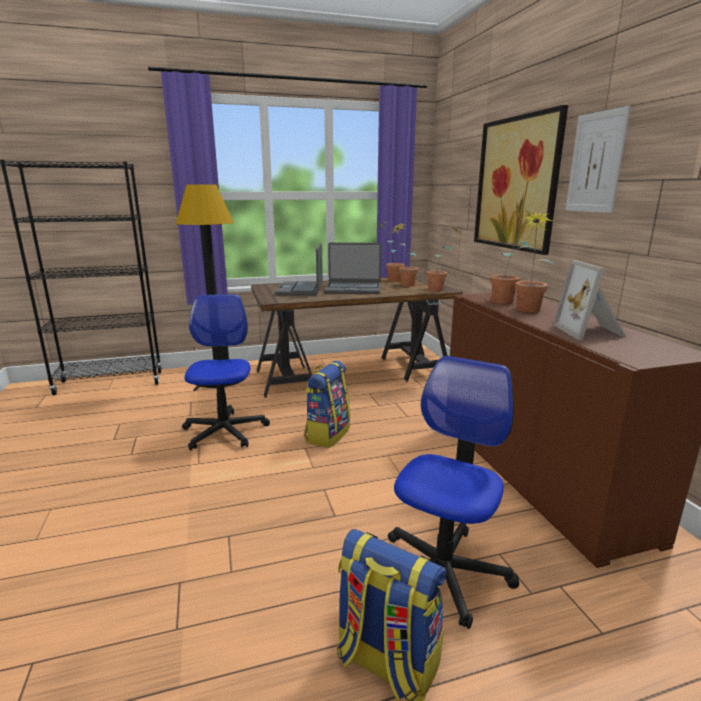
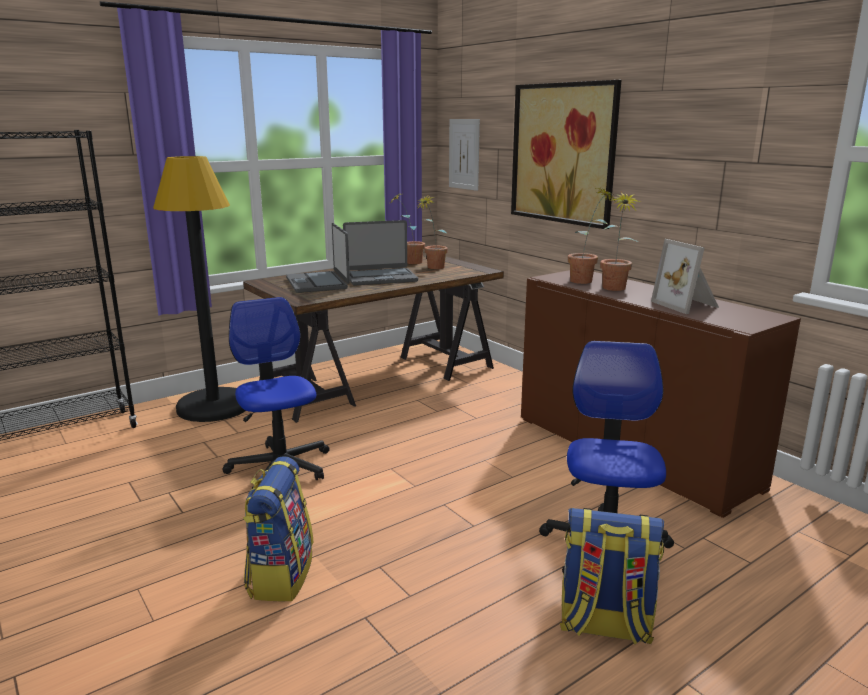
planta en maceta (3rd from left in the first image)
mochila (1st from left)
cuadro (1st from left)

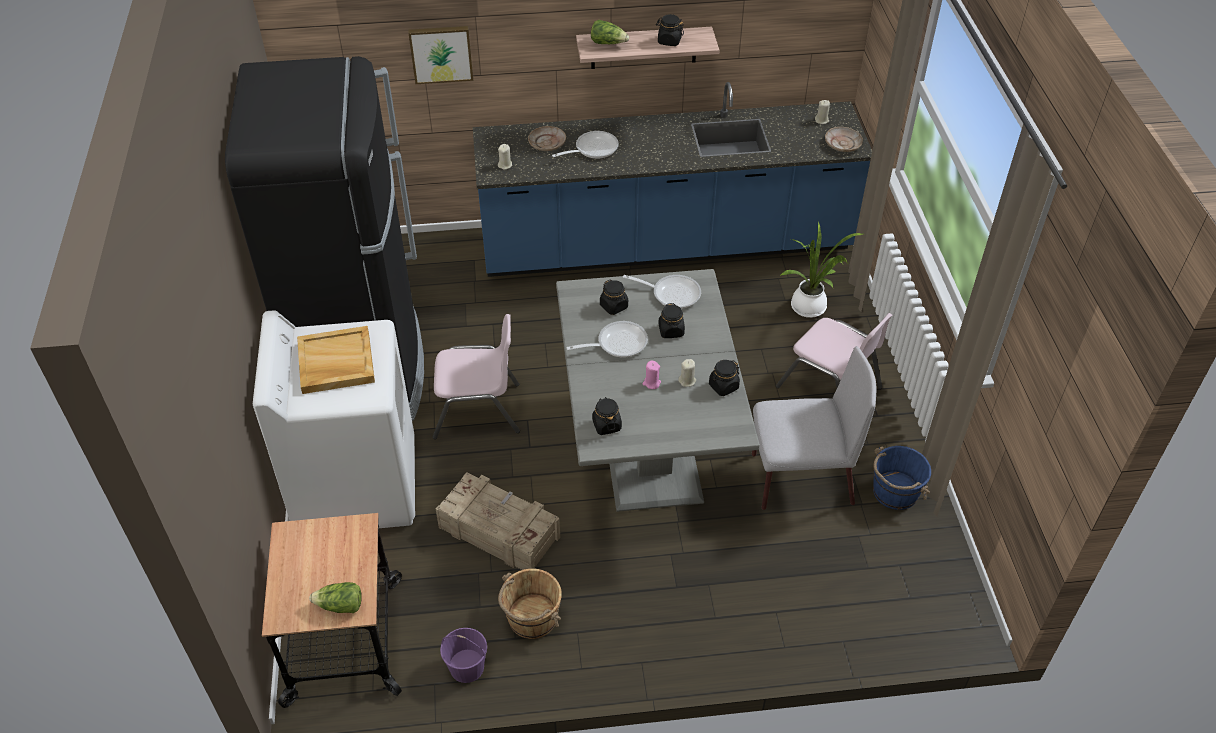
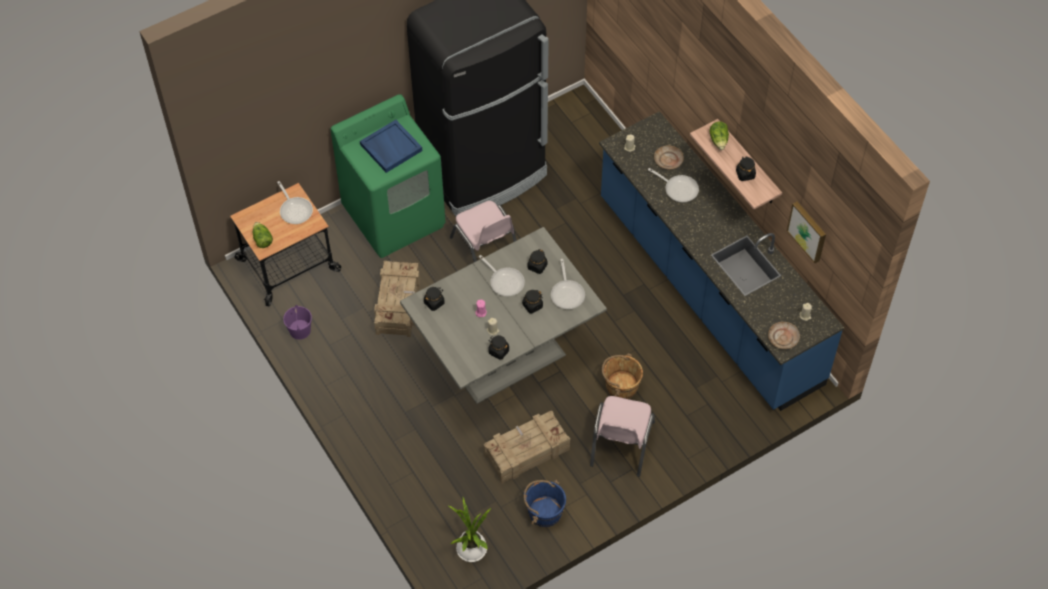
sartén (1st from left)
cuadro
cubo [marrón]
planta en maceta
caja de embalaje (2nd from left)
lavadora [verde]
bandeja [azul]

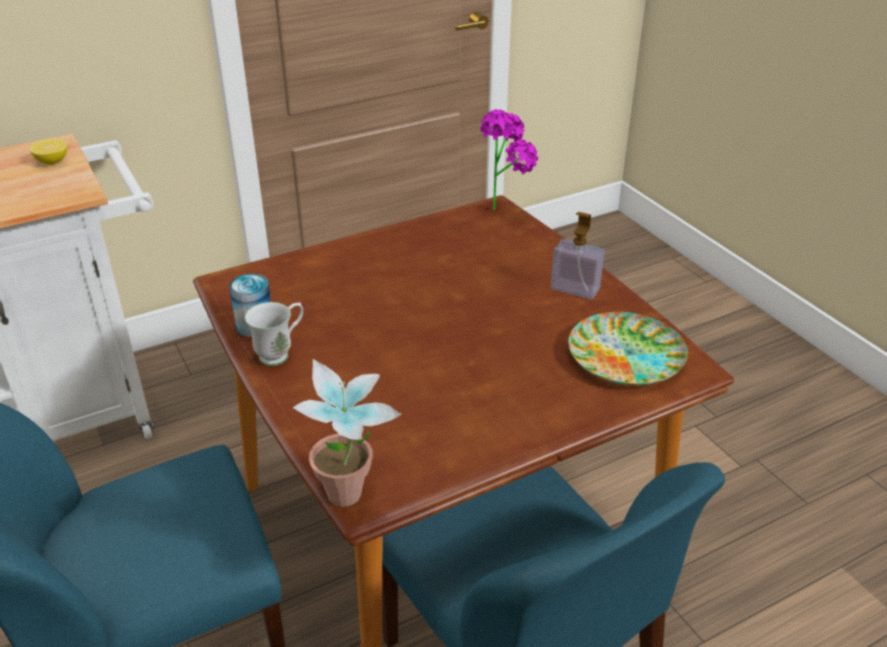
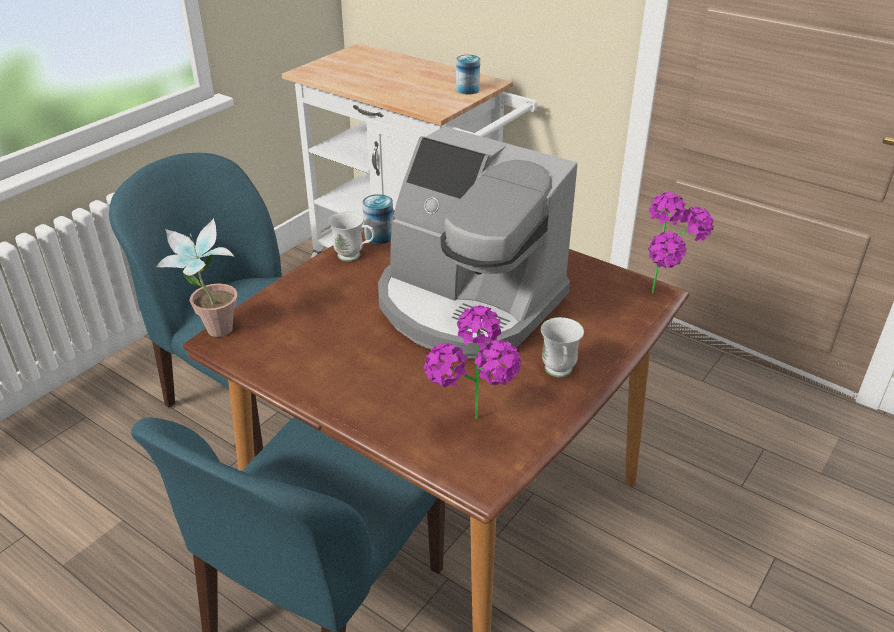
cafetera
lata (2nd from left)
taza grande [blanco] (2nd from left)
planta en maceta (2nd from left)

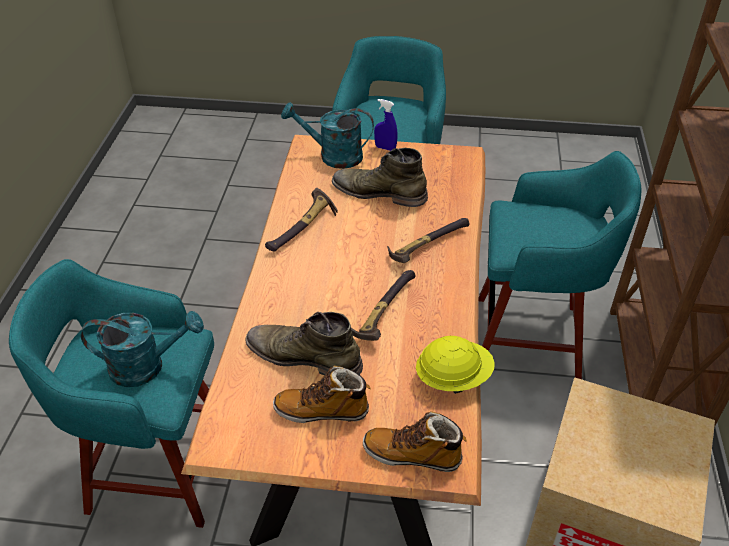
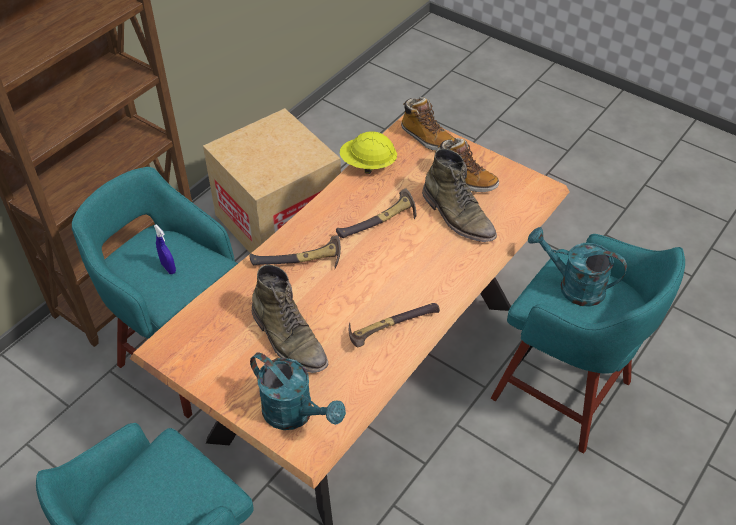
pulverizador [azul]

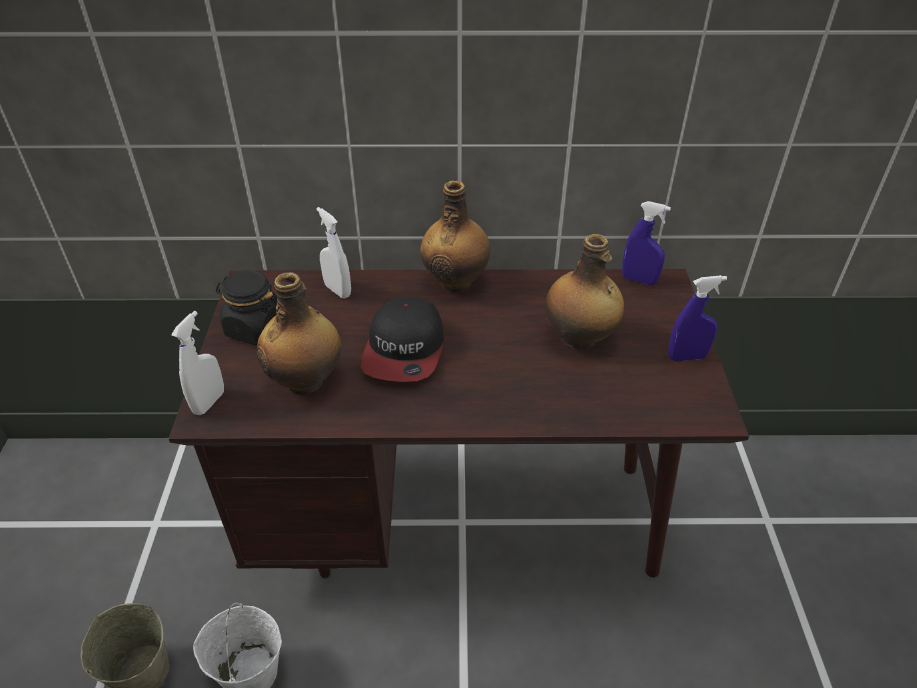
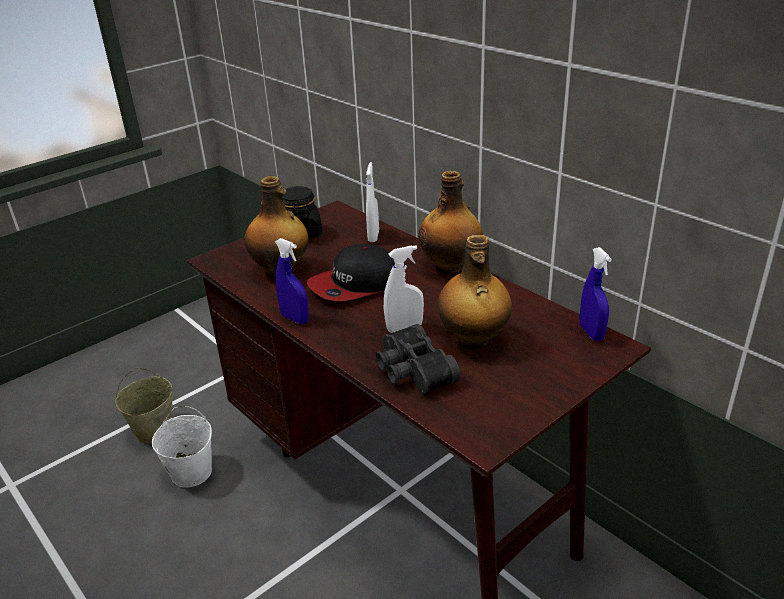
prismáticos [negro]
pulverizador [blanco] (2nd from left)
pulverizador [azul] (1st from left)

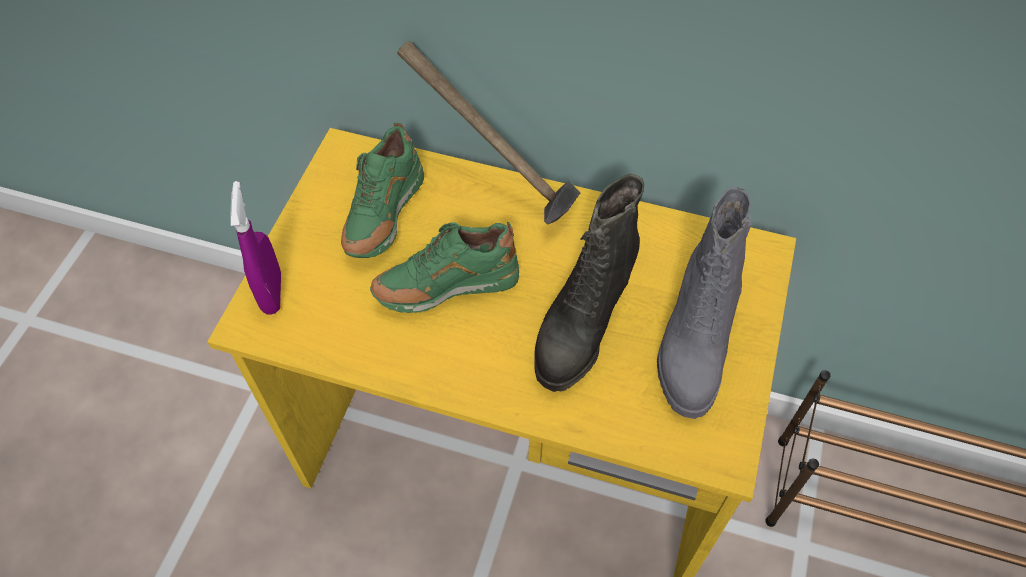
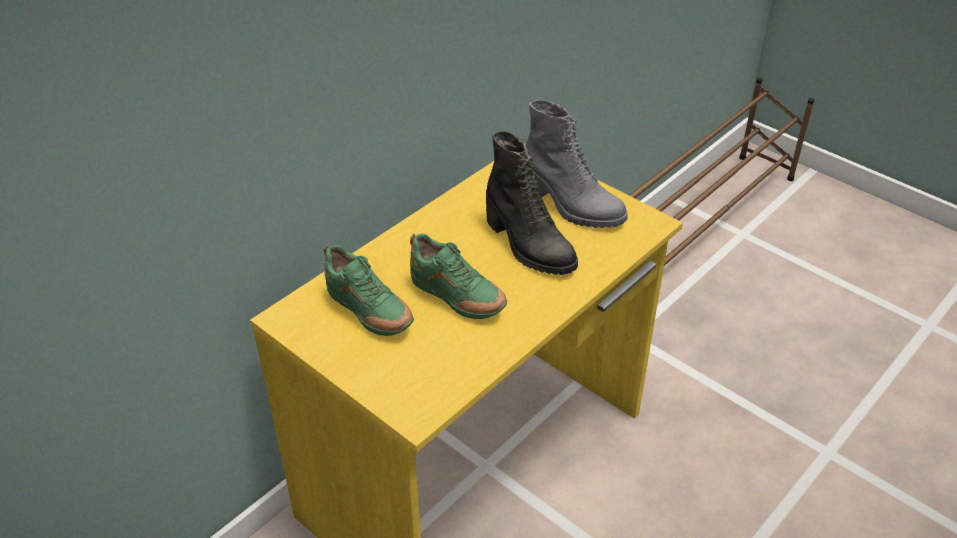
pulverizador [morado]
martillo
zapato [verde] (2nd from left)

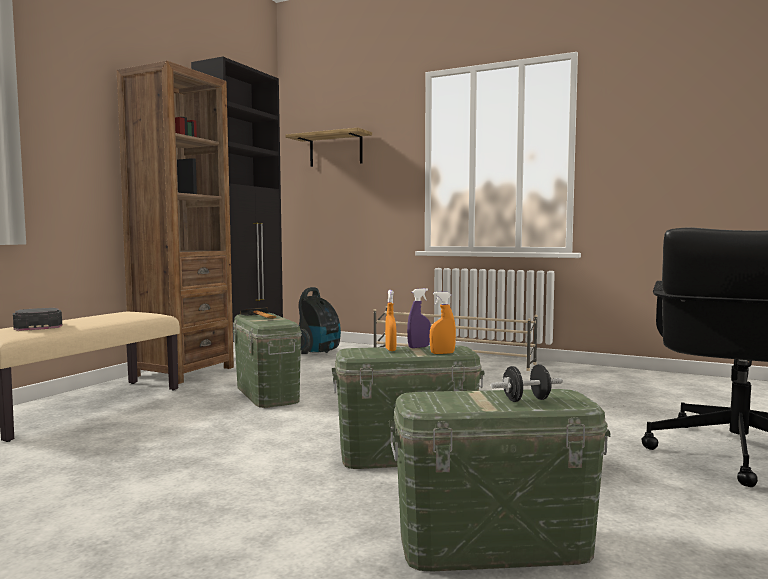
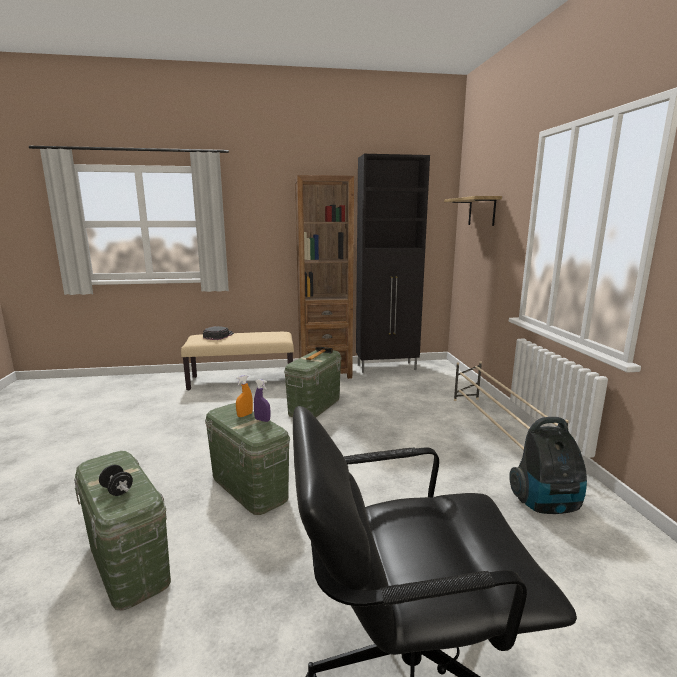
pulverizador [naranja] (2nd from left in the first image)
aspiradora

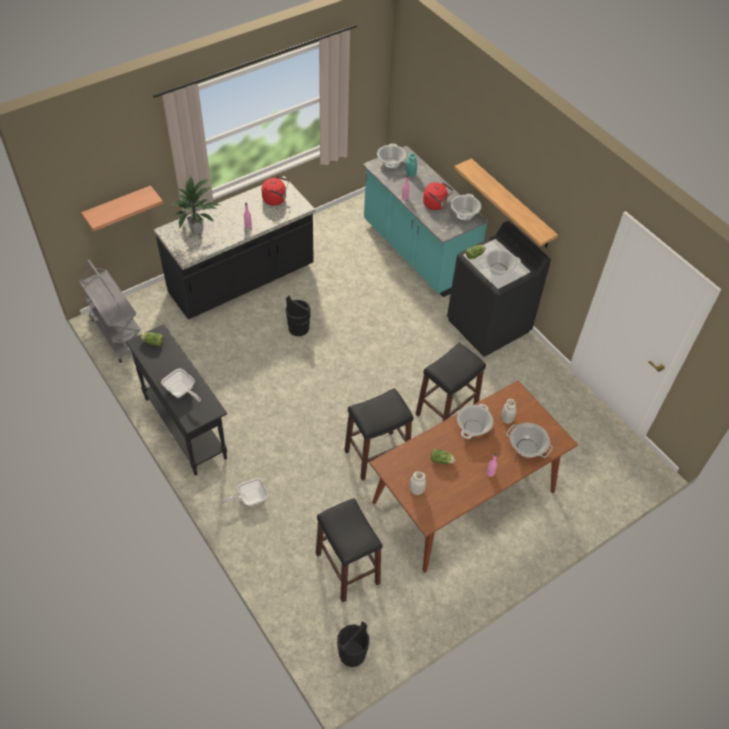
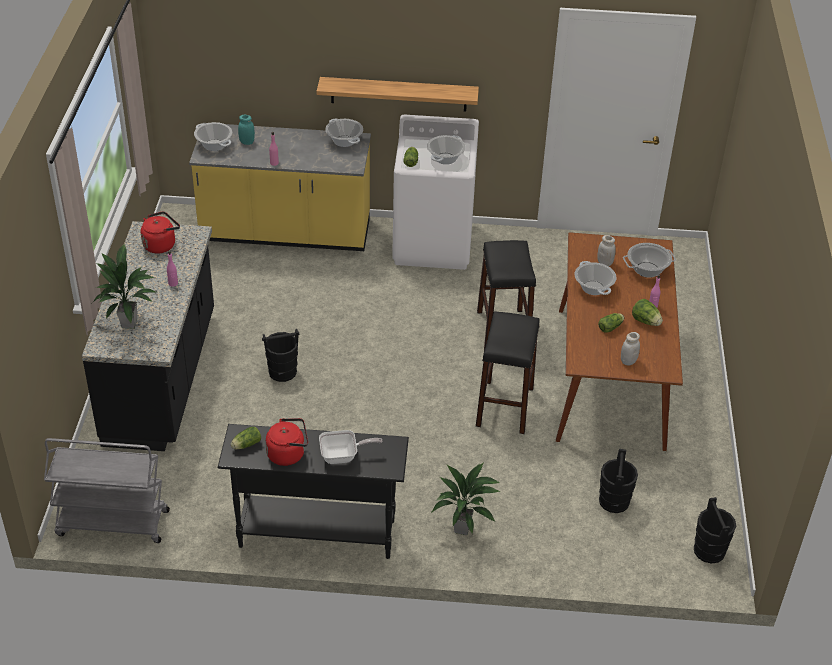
estante (1st from left in the first image)
lechuga (4th from left)
hervidor [rojo] (2nd from left)
planta en maceta (2nd from left)
cubo [negro] (2nd from left)
mueble bajo de cocina [amarillo]
lavadora [blanco]

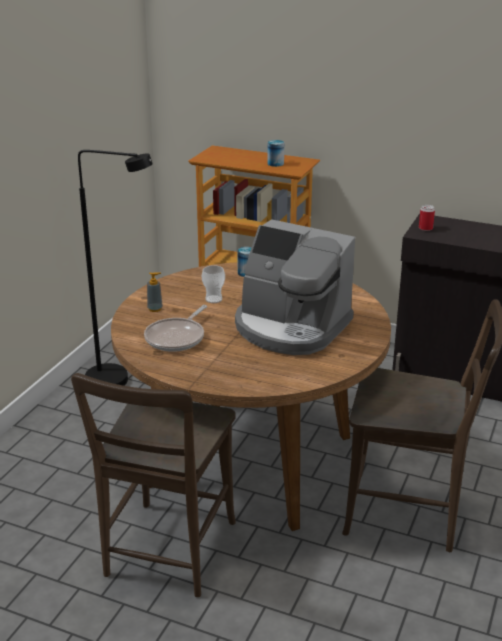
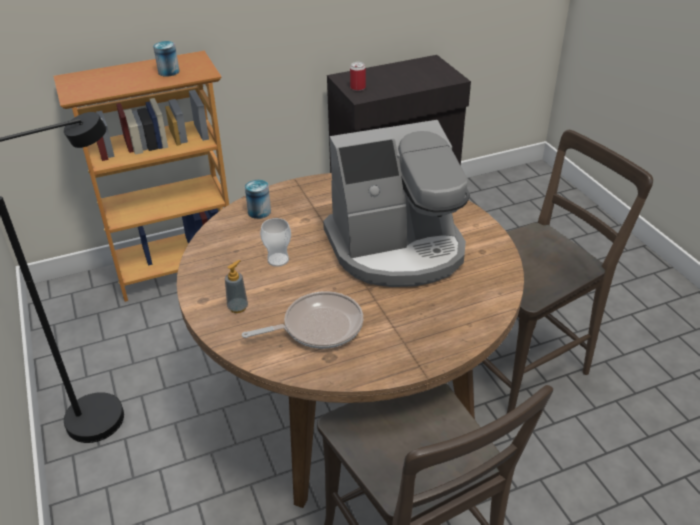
sartén

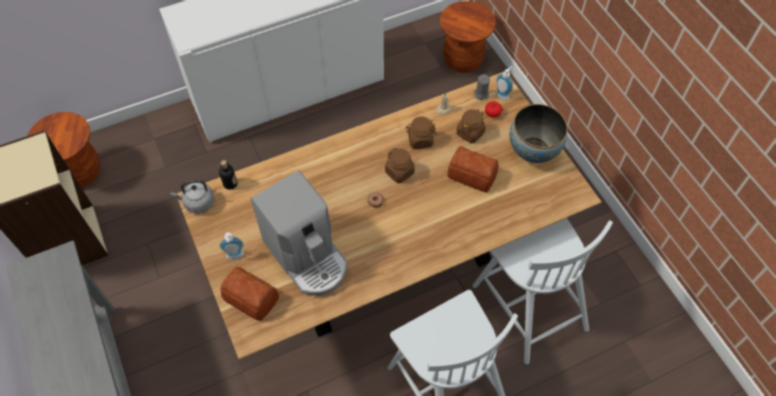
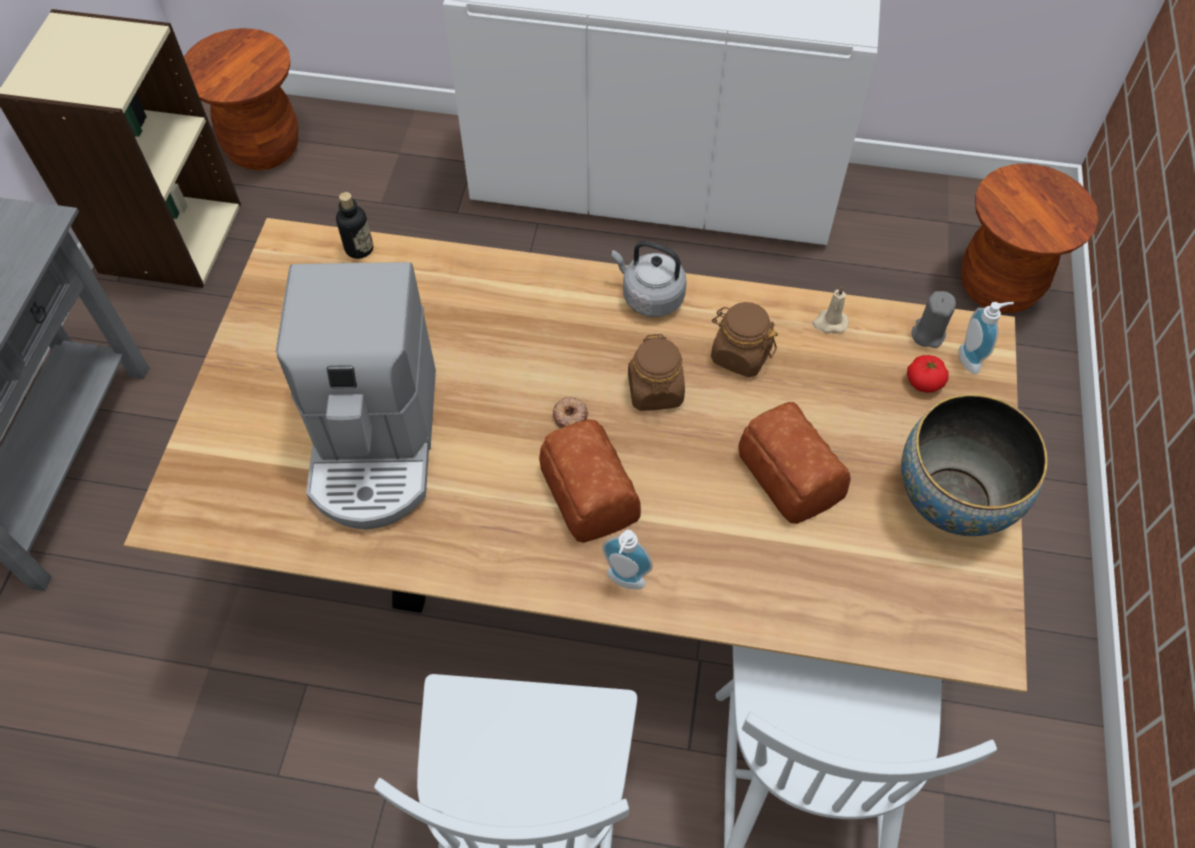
tarro [marrón] (3rd from left in the first image)
hervidor [gris]
dispensador de jabón (1st from left)
pan (1st from left)

